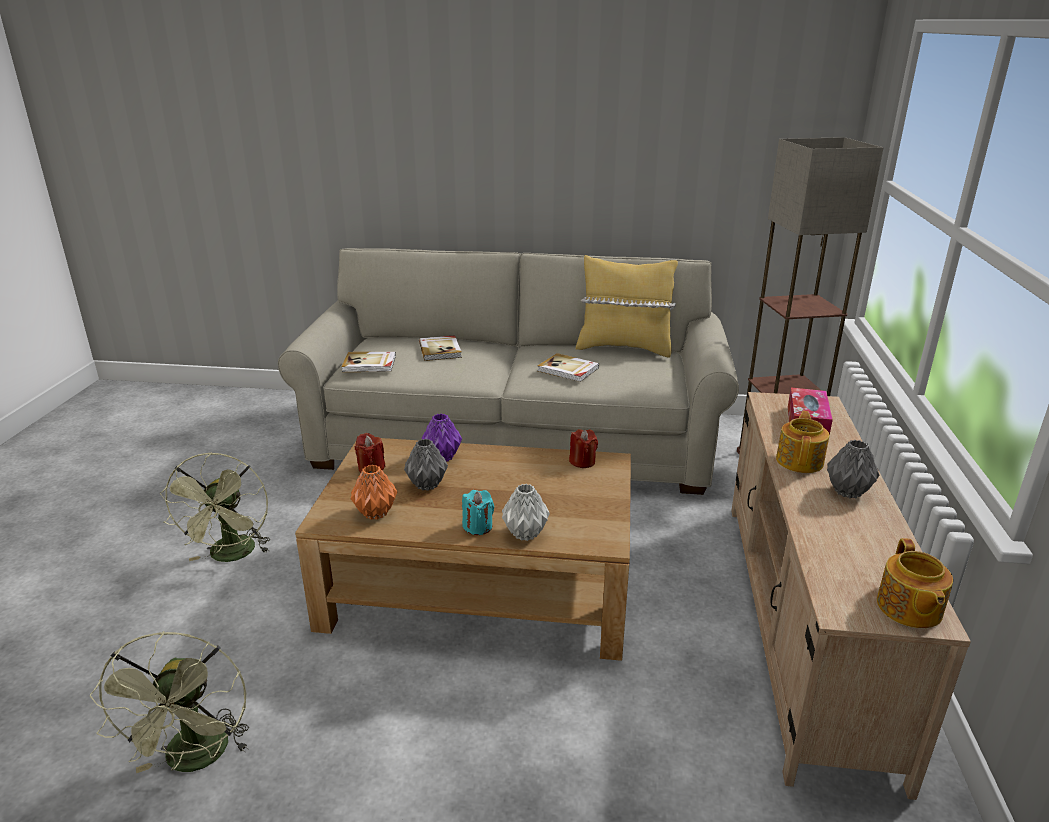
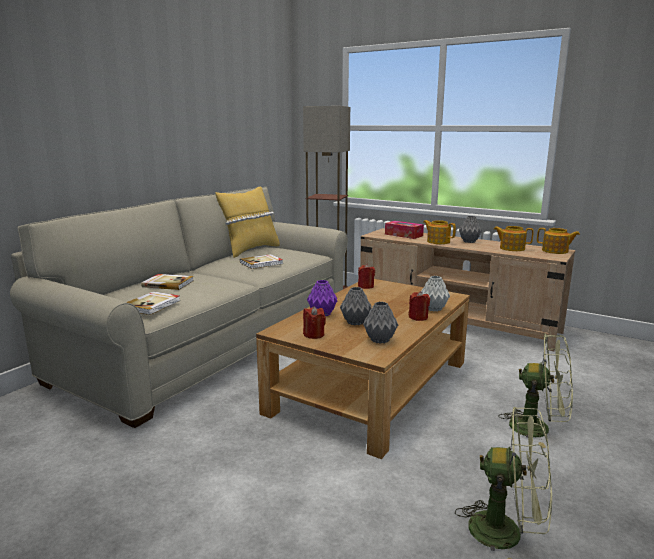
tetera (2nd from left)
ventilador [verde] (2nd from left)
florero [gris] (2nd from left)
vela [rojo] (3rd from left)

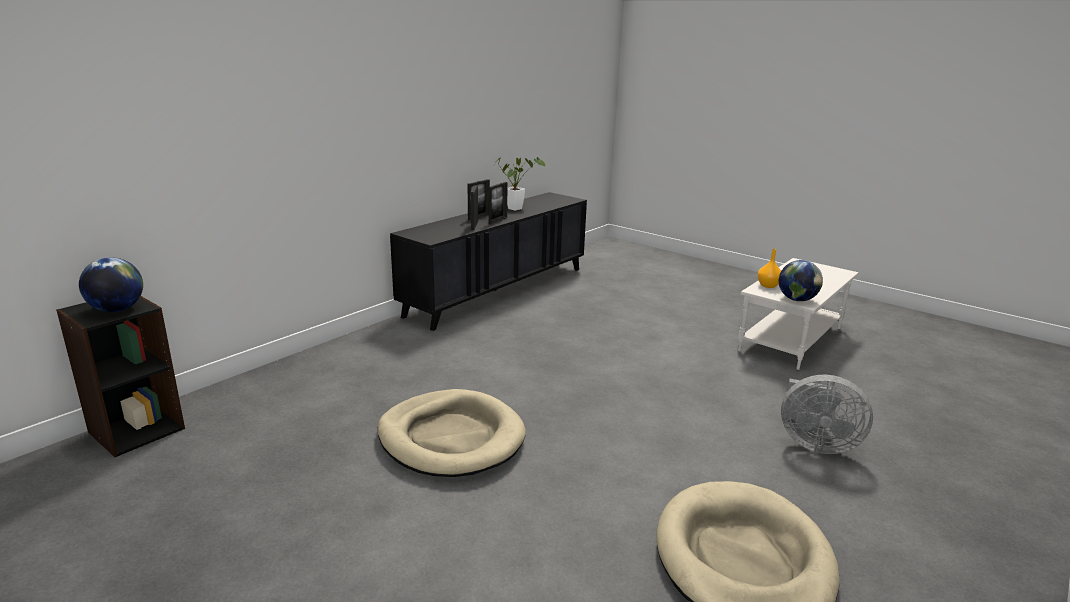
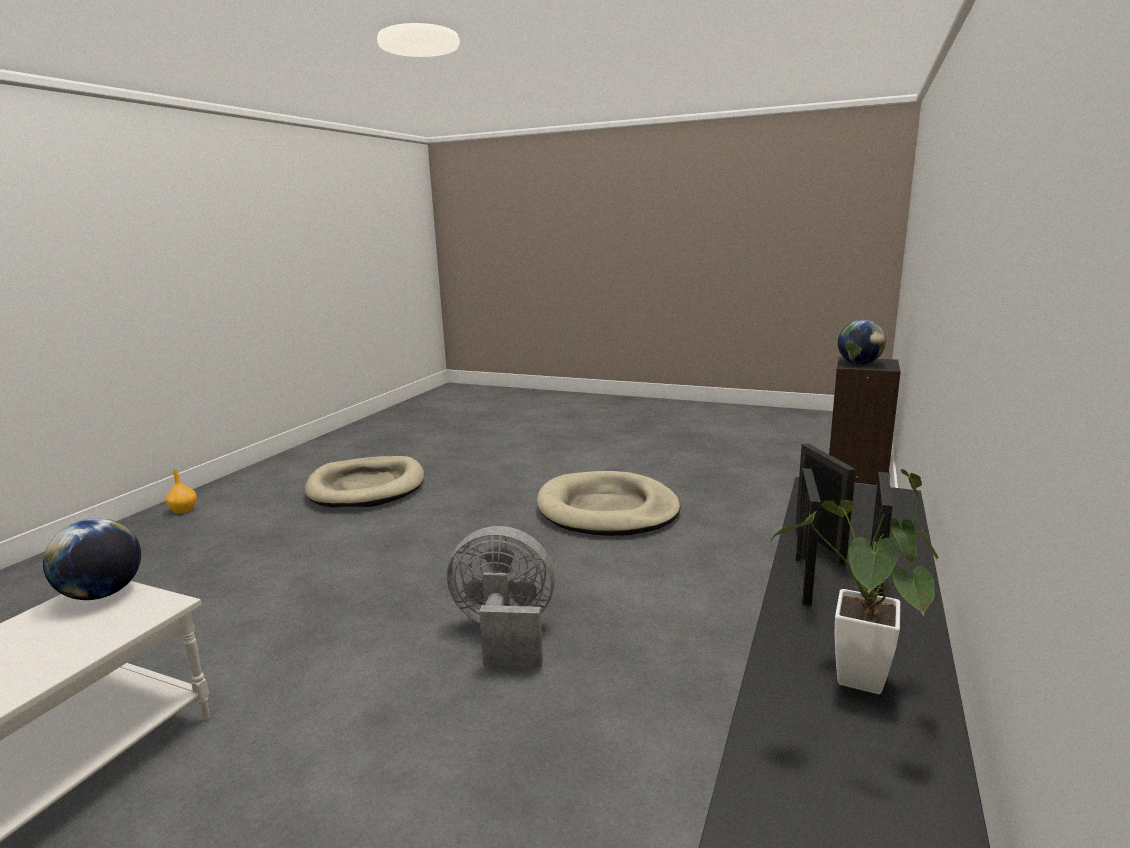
florero [naranja]
ventilador [gris]

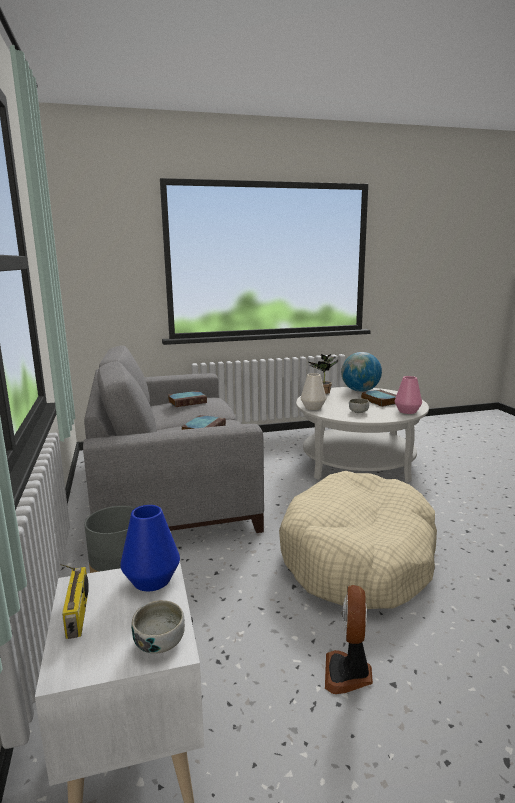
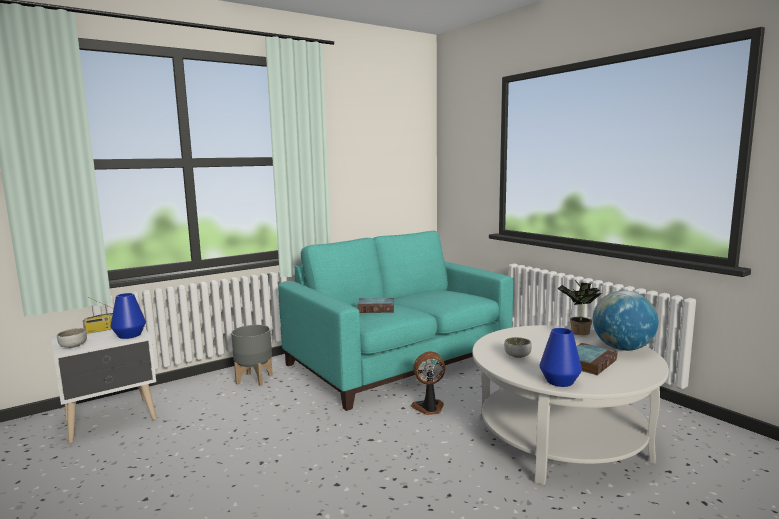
libro (1st from left in the first image)
cama para perro [beis]
florero [blanco]
ventilador
sofá [turquesa]
florero [azul] (2nd from left)

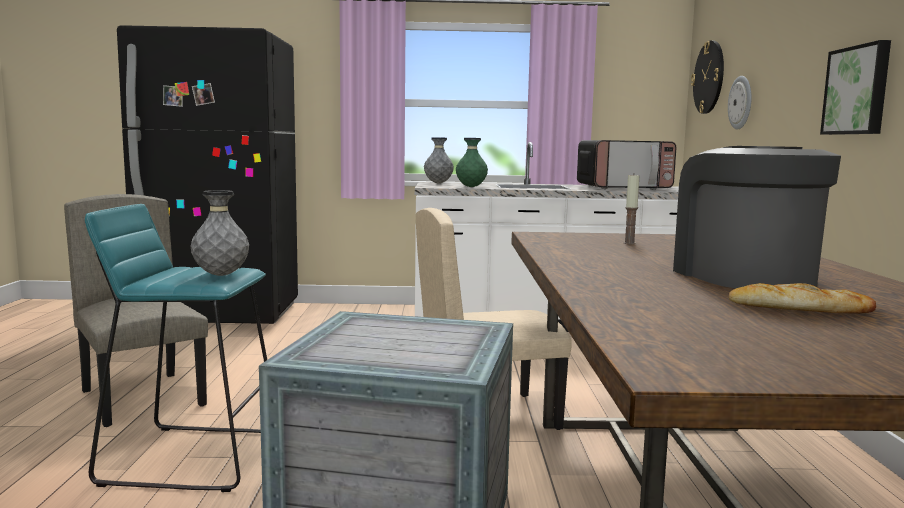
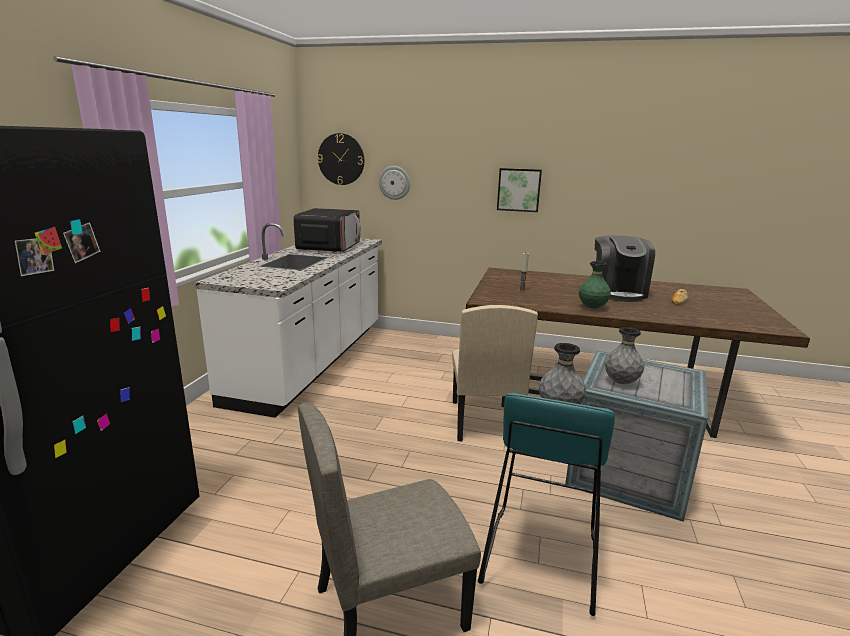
florero [gris] (2nd from left)
florero [verde]
cafetera

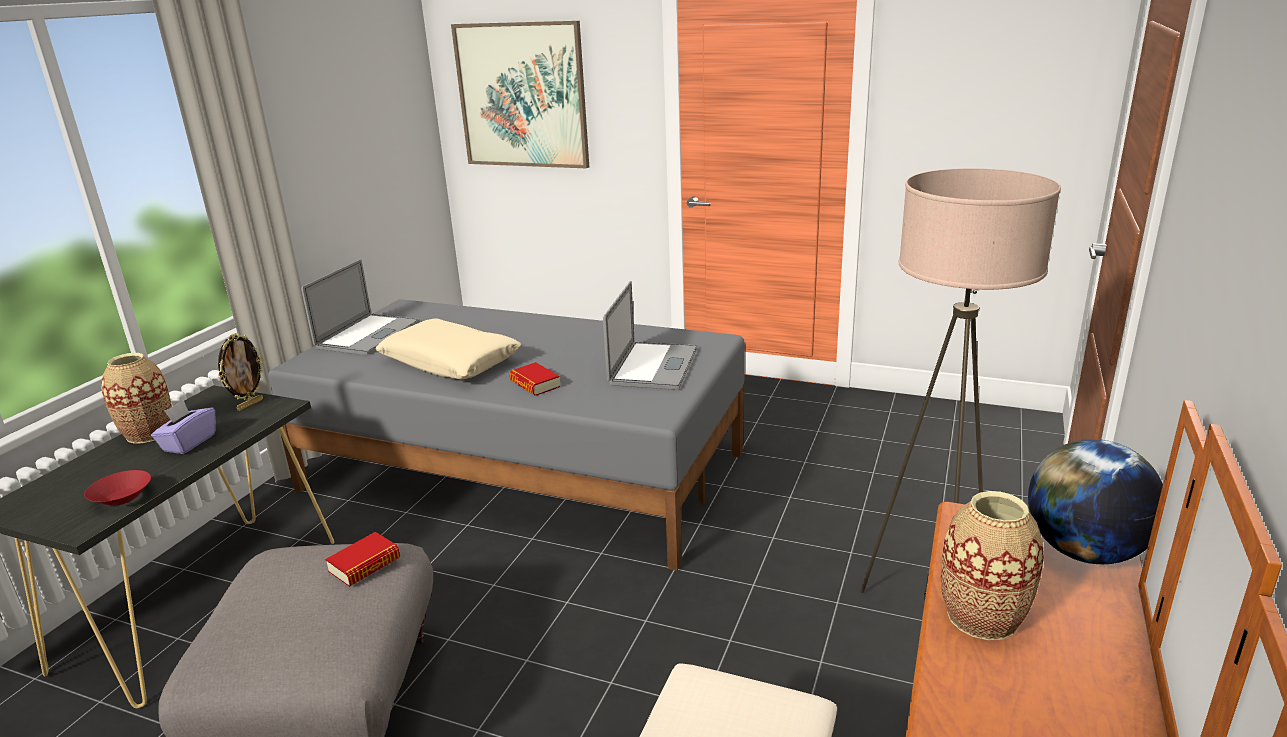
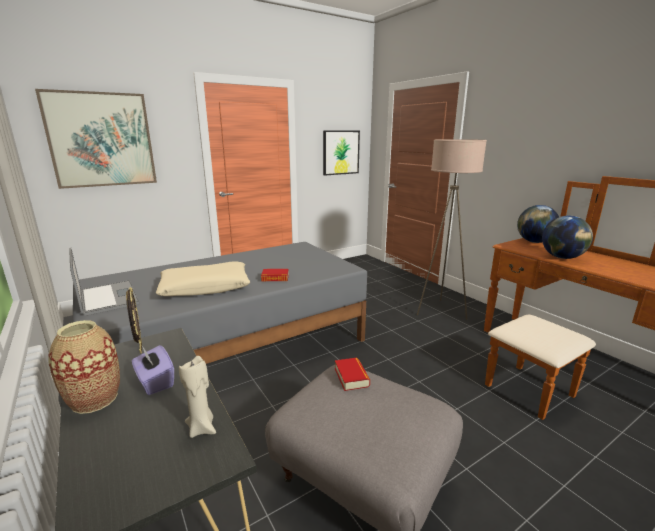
portátil (2nd from left in the first image)
cuadro (2nd from left)
vela [beis]
globo terráqueo (2nd from left)

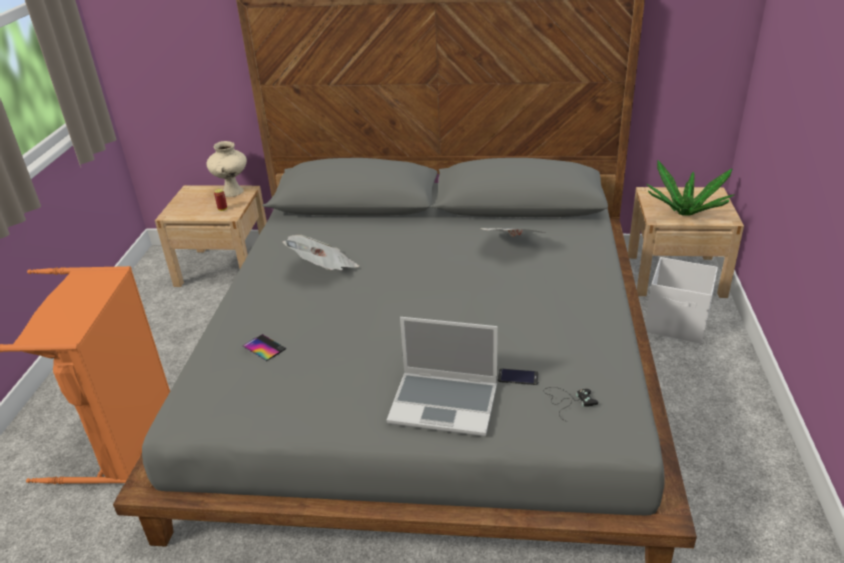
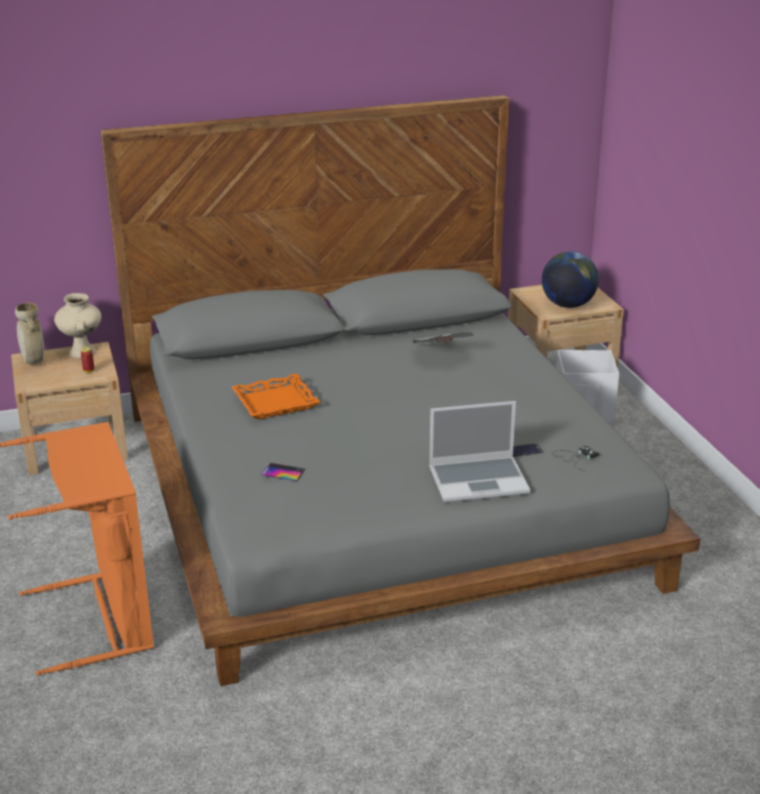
florero [beis] (1st from left)
bandeja [naranja]
globo terráqueo

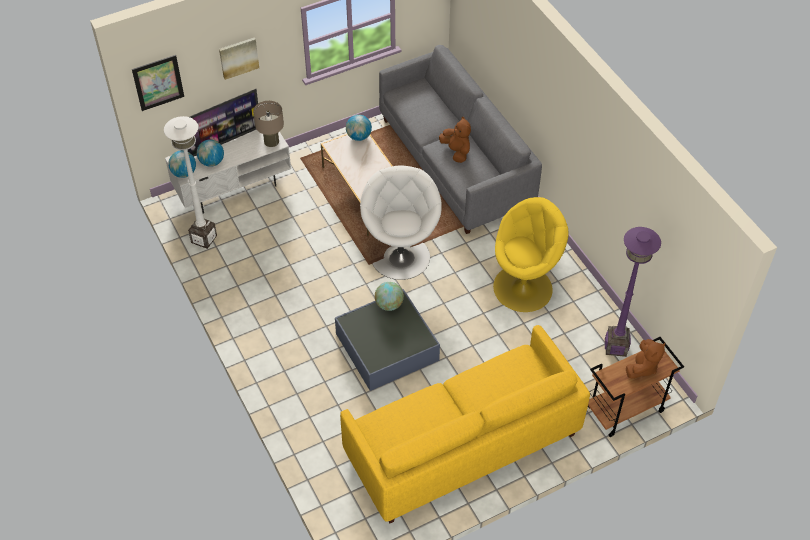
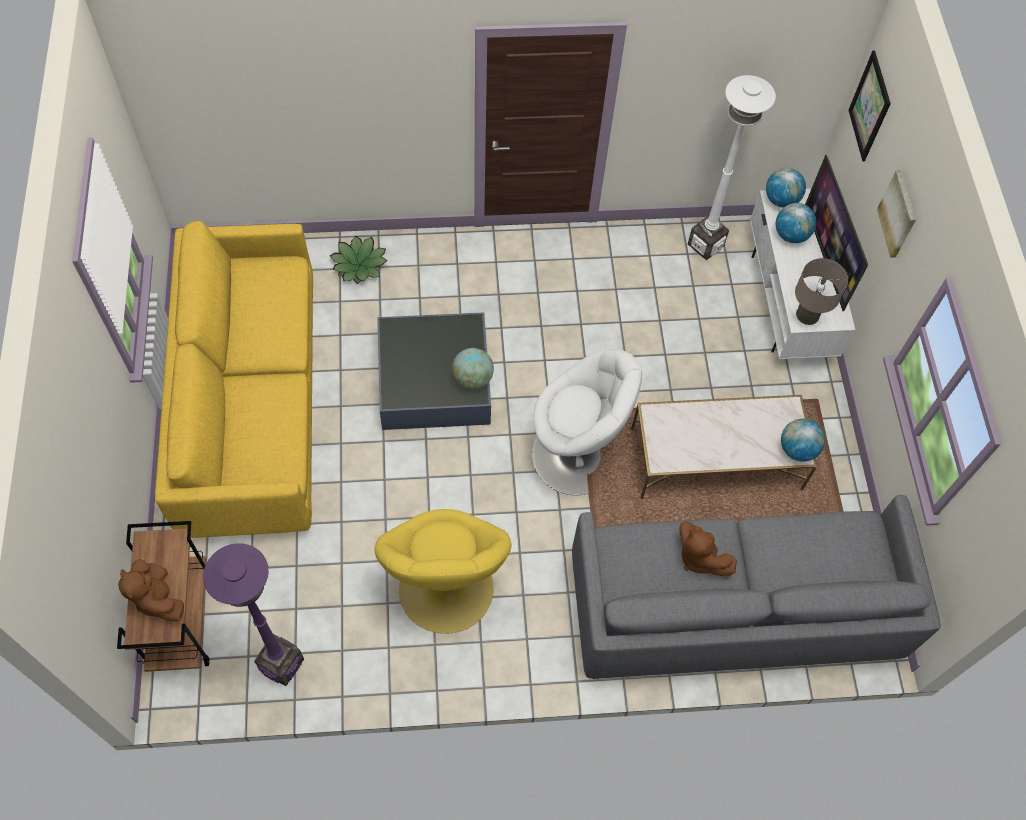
planta en maceta
peluche [marrón] (2nd from left)

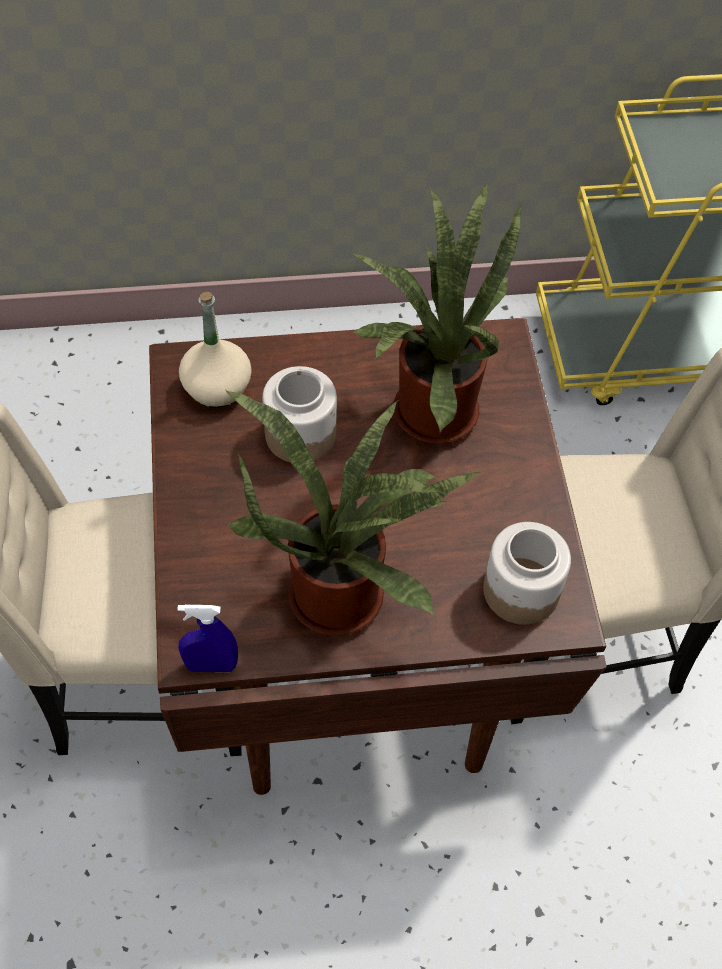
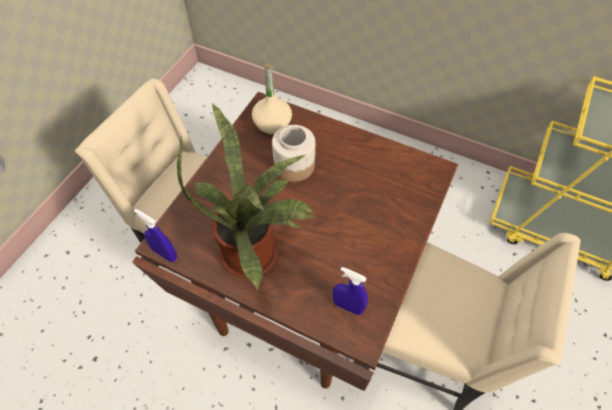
planta en maceta (2nd from left in the first image)
pulverizador [azul] (2nd from left)

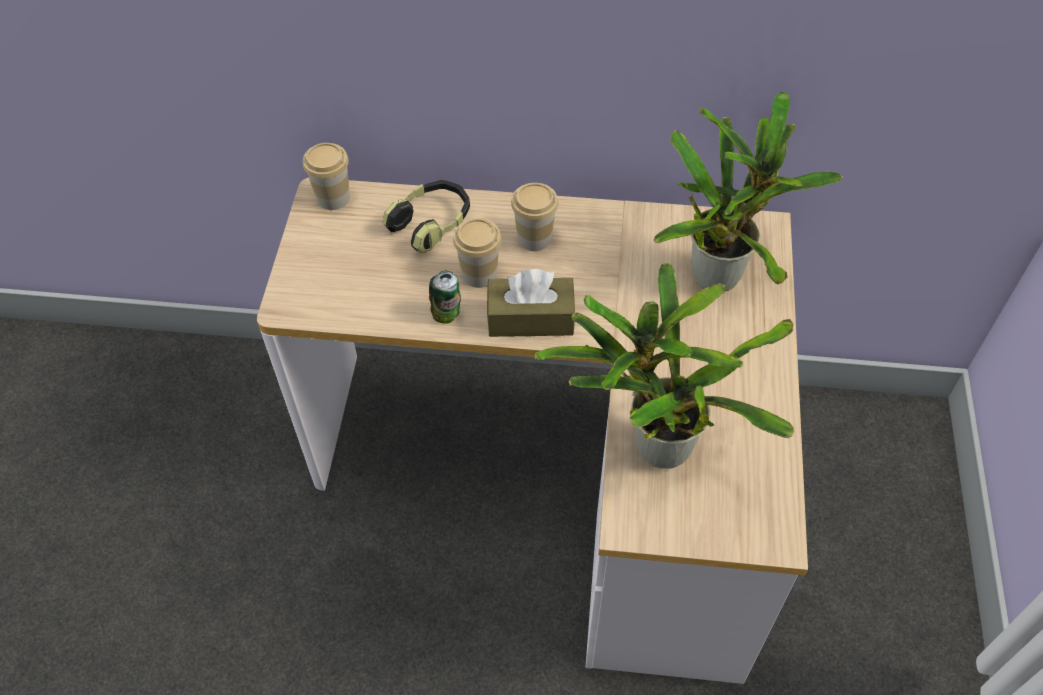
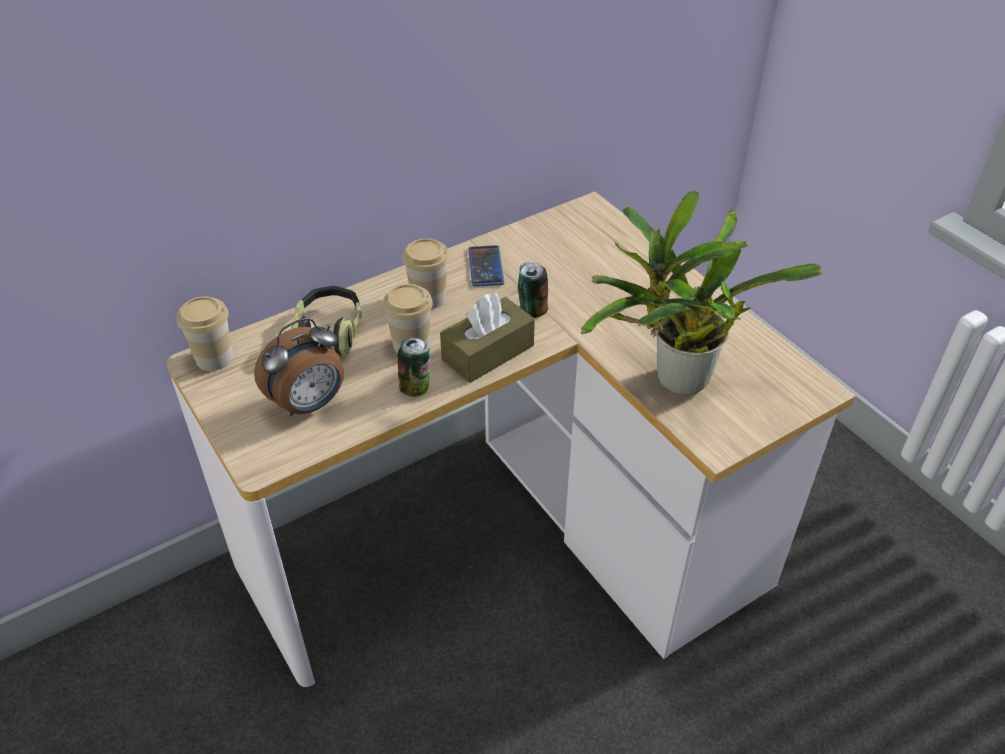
planta en maceta (2nd from left in the first image)
despertador
móvil
lata (2nd from left)

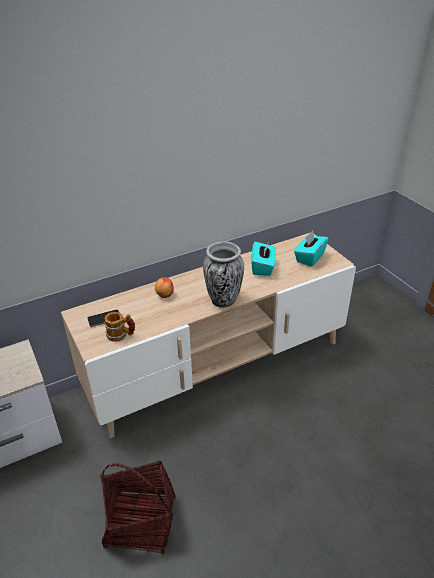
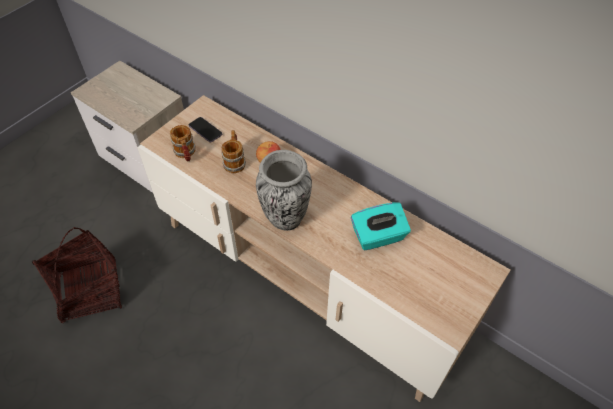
caja de pañuelos [turquesa] (2nd from left in the first image)
taza grande (2nd from left)

